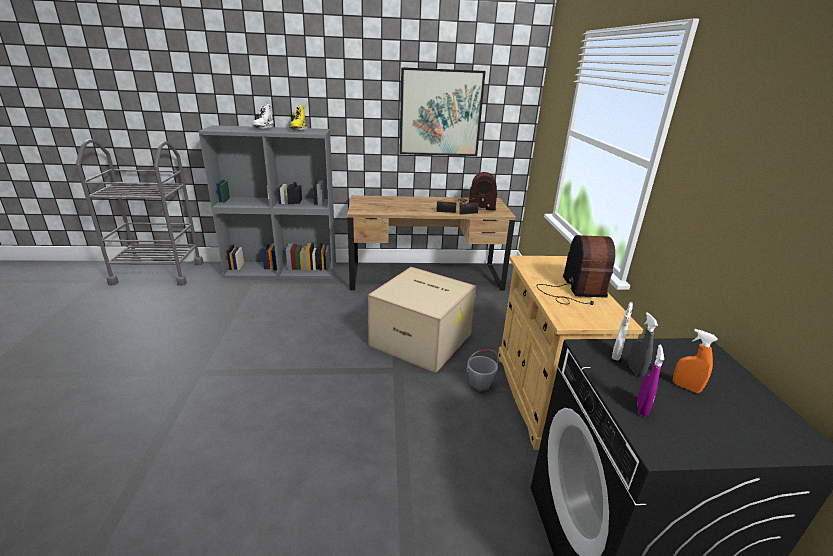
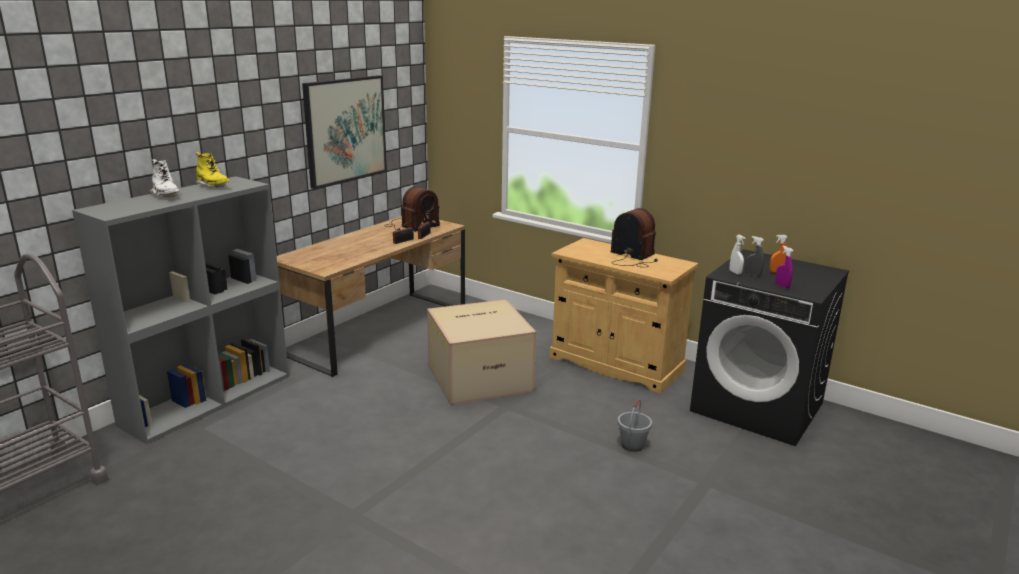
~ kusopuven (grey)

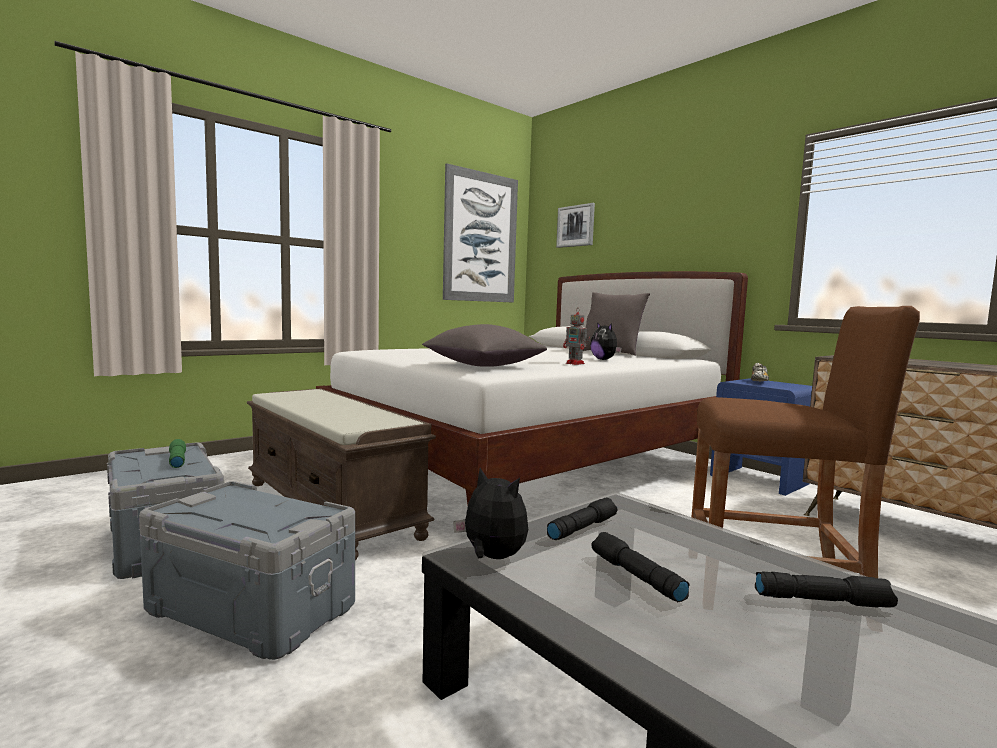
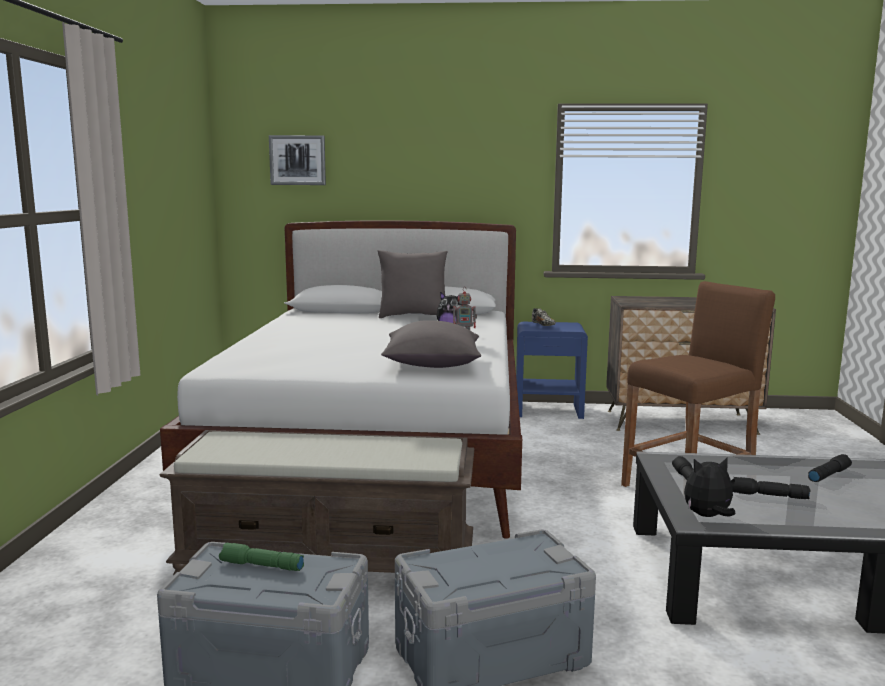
- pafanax (no. 1 from left)

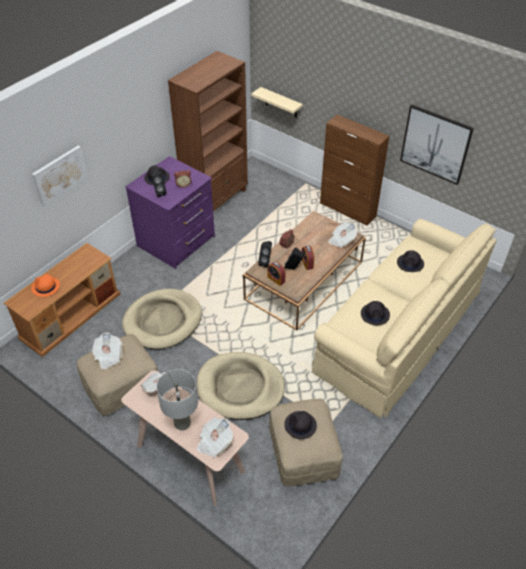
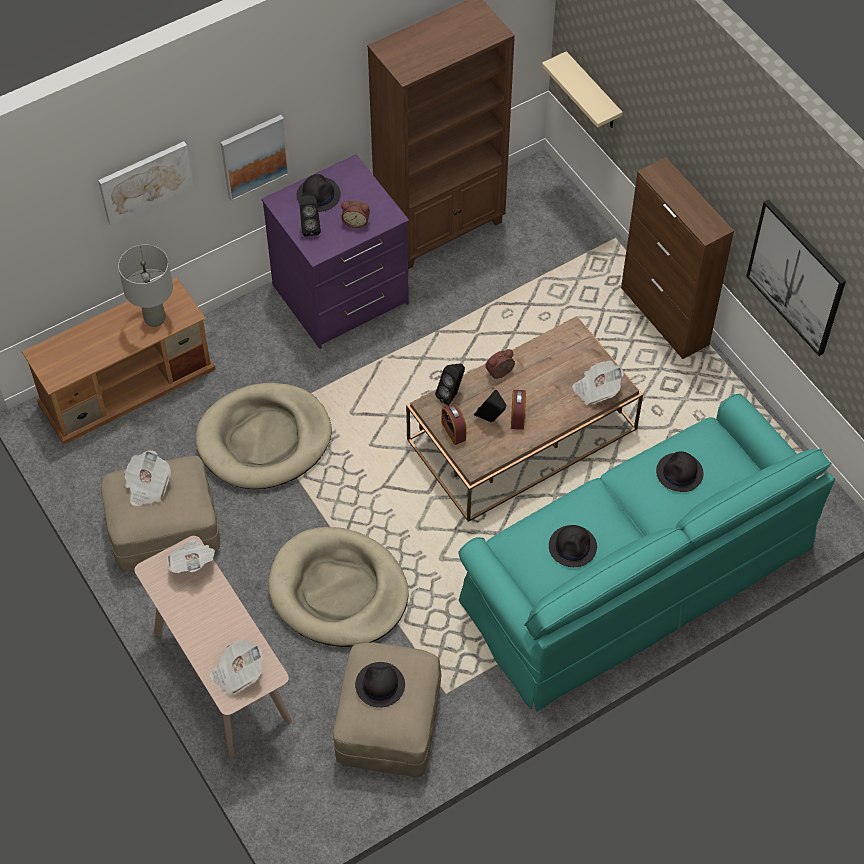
- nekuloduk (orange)
+ pafanax (no. 2 from left)
~ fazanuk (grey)
~ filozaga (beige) to filozaga (turquoise)

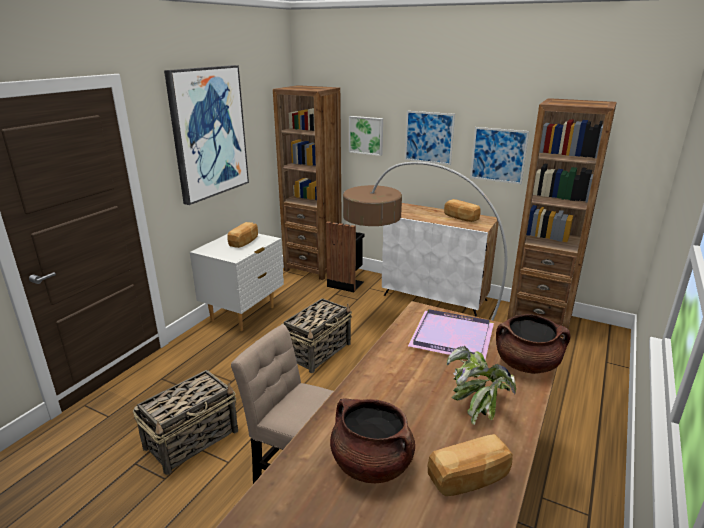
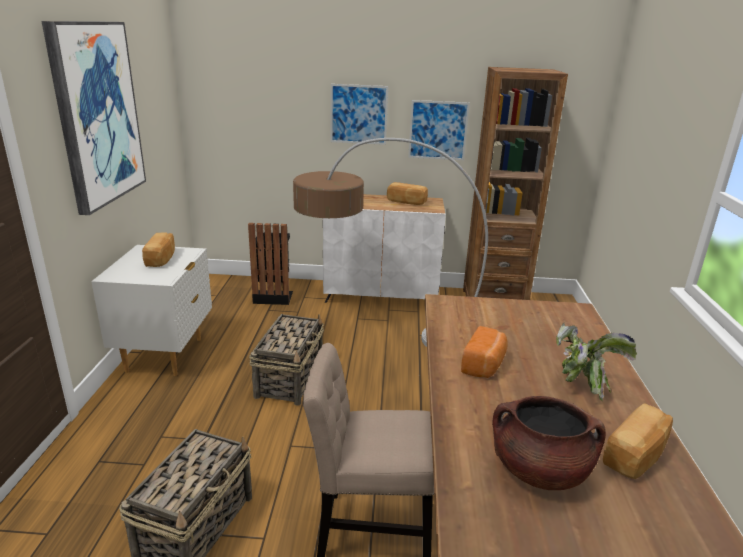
- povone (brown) (no. 1 from left)
- pafanax (no. 2 from left)
- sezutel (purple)
- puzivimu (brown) (no. 2 from left)
+ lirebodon (no. 3 from left)

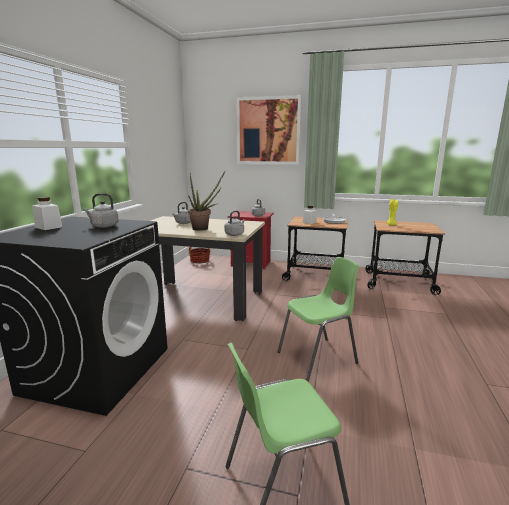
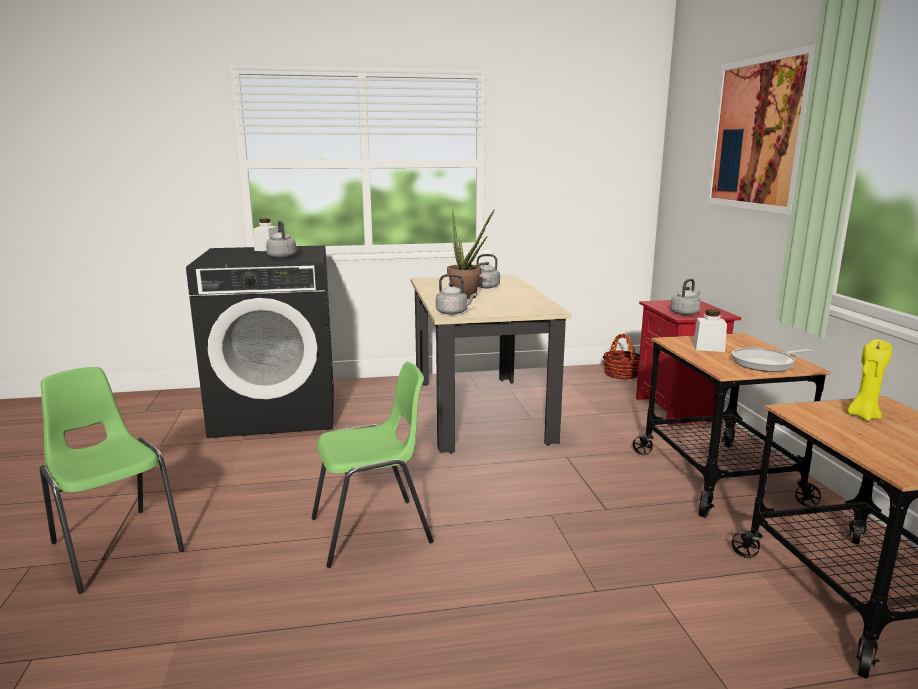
~ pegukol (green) (no. 2 from left) 60 degrees counterclockwise

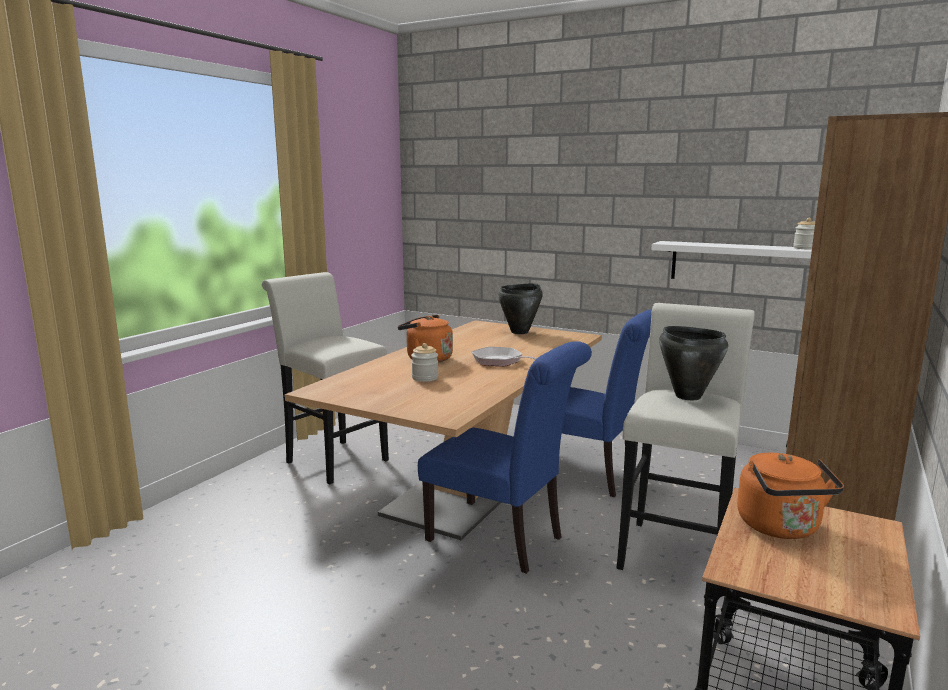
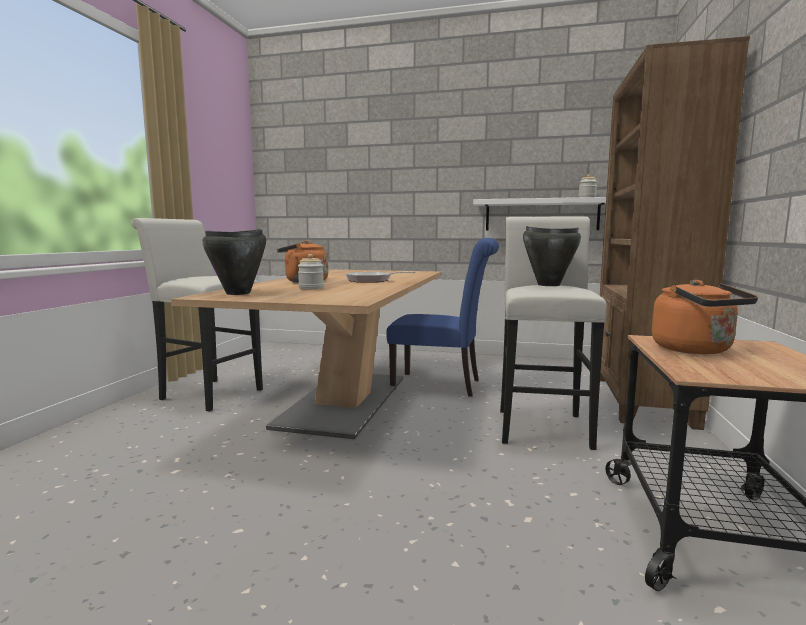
- pegukol (blue) (no. 1 from left)
~ puzivimu (black) (no. 1 from left)

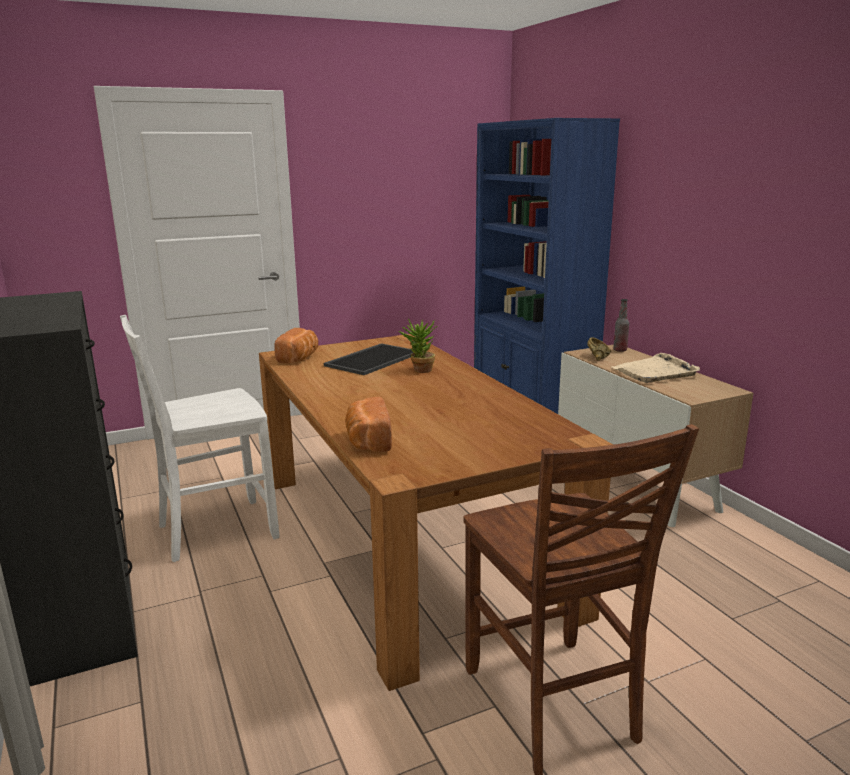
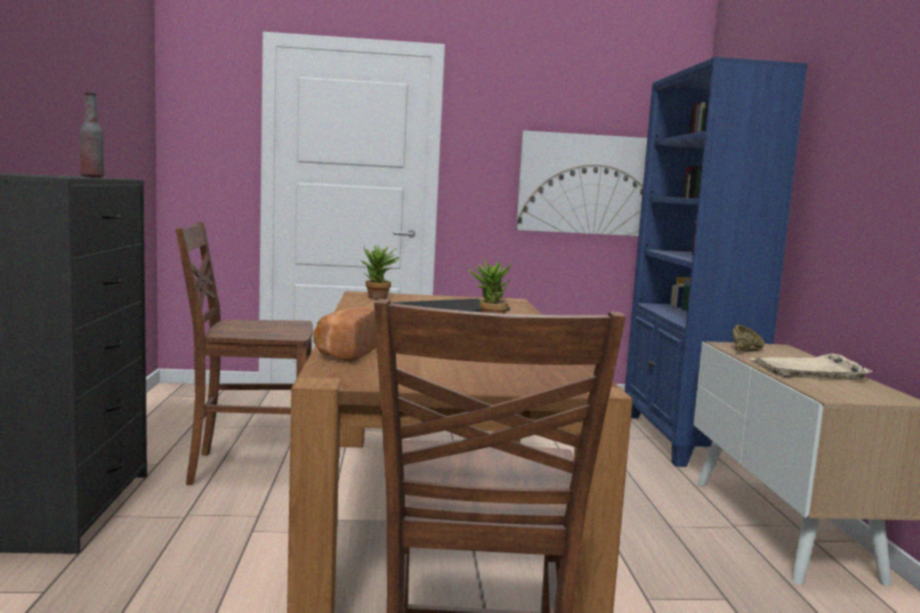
+ pafanax
~ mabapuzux
~ lirebodon (no. 1 from left) to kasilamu (no. 1 from left)
~ pegukol (white) to pegukol (brown) (no. 1 from left)

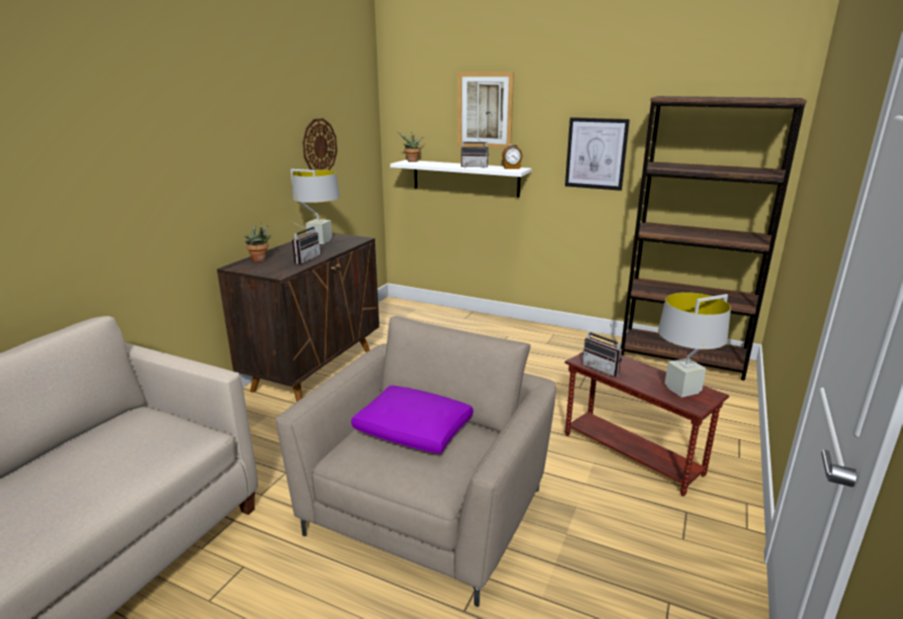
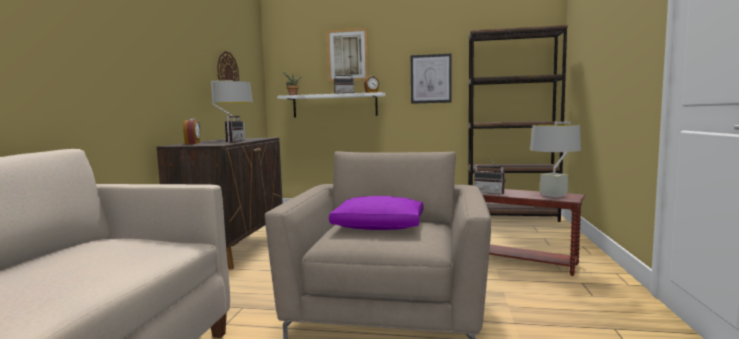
~ kasilamu (no. 1 from left) to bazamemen (no. 1 from left)

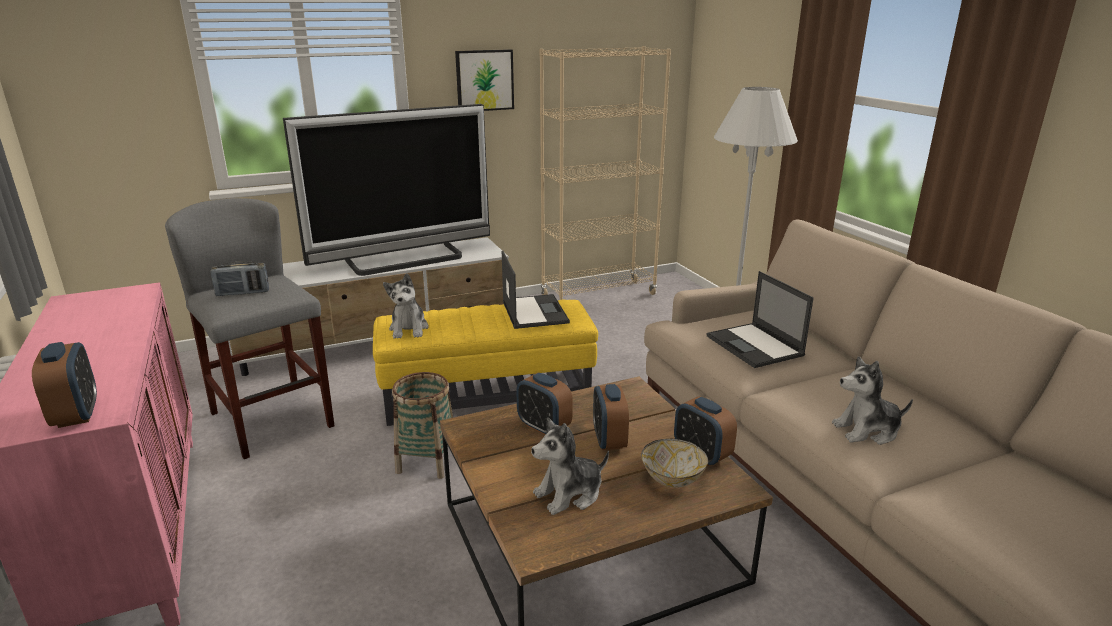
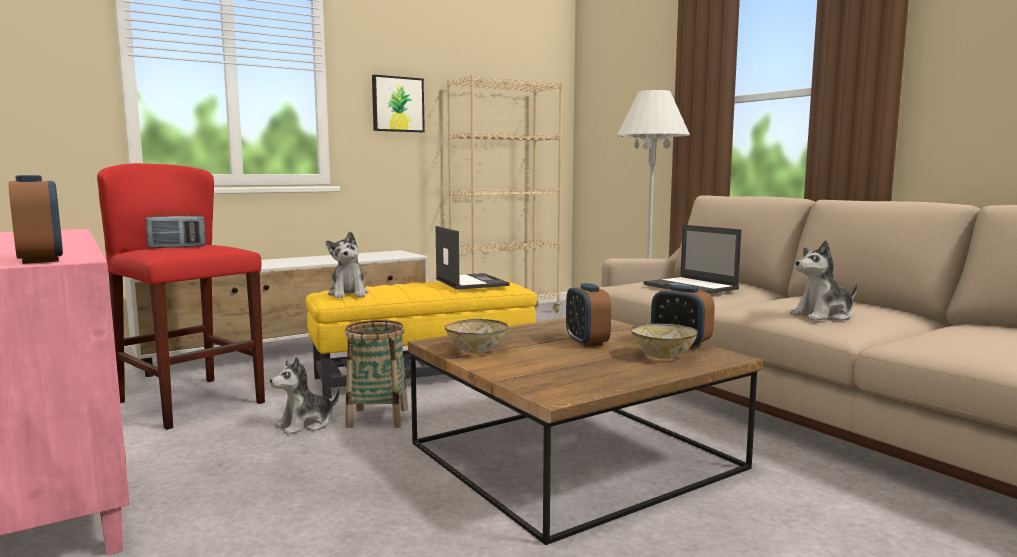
- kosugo
- bazamemen (no. 2 from left)
+ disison (no. 1 from left)
~ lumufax (no. 2 from left in the first image) to lumufax (no. 1 from left)
~ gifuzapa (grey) to gifuzapa (red)

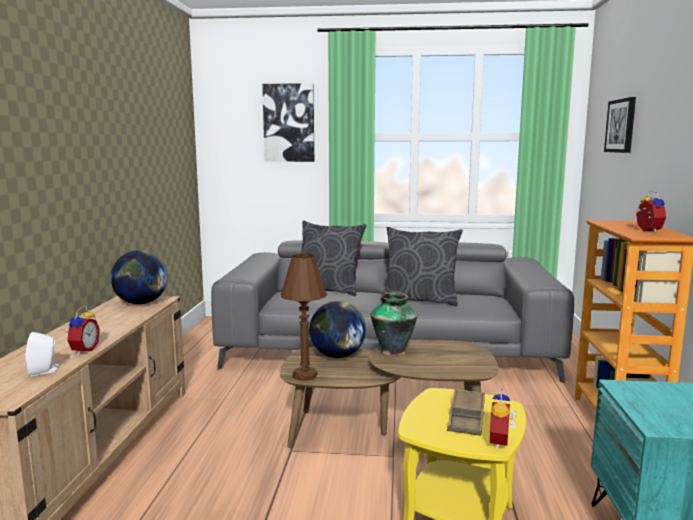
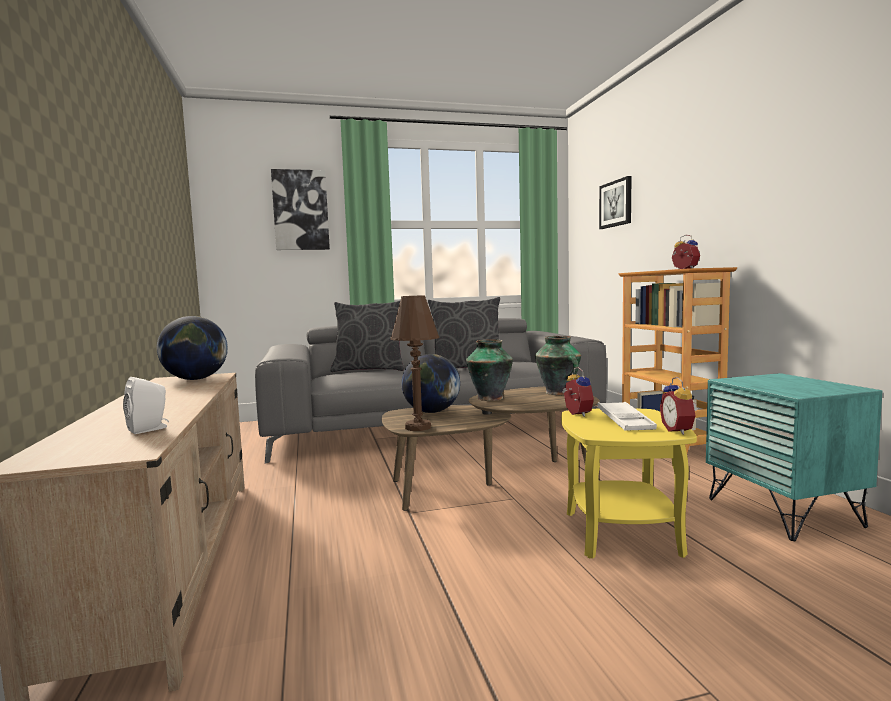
+ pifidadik (no. 2 from left)
~ bazamemen (no. 1 from left)
~ sezutel (brown) to sezutel (white)

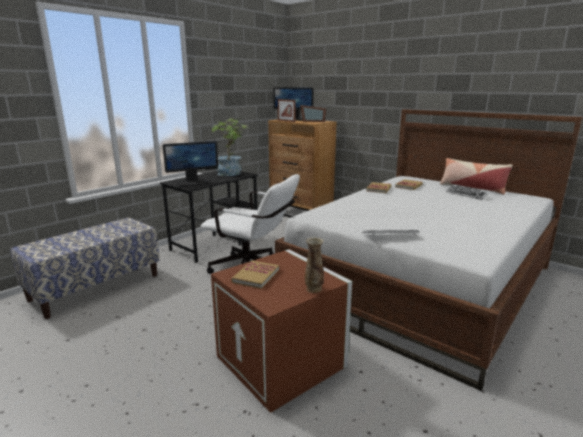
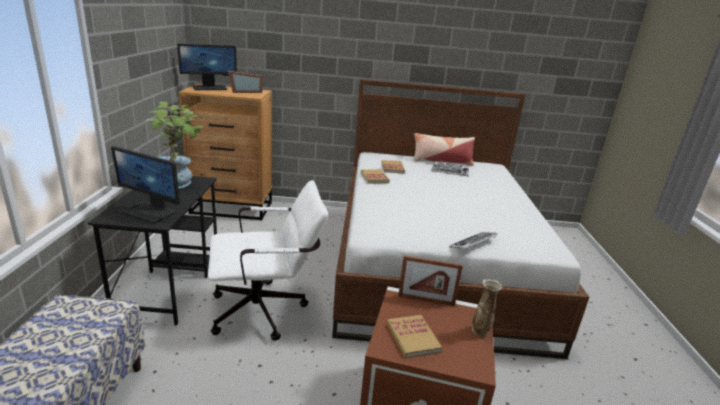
~ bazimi (no. 1 from left in the first image) to bazimi (no. 2 from left)
~ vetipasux (no. 1 from left) 90 degrees clockwise

